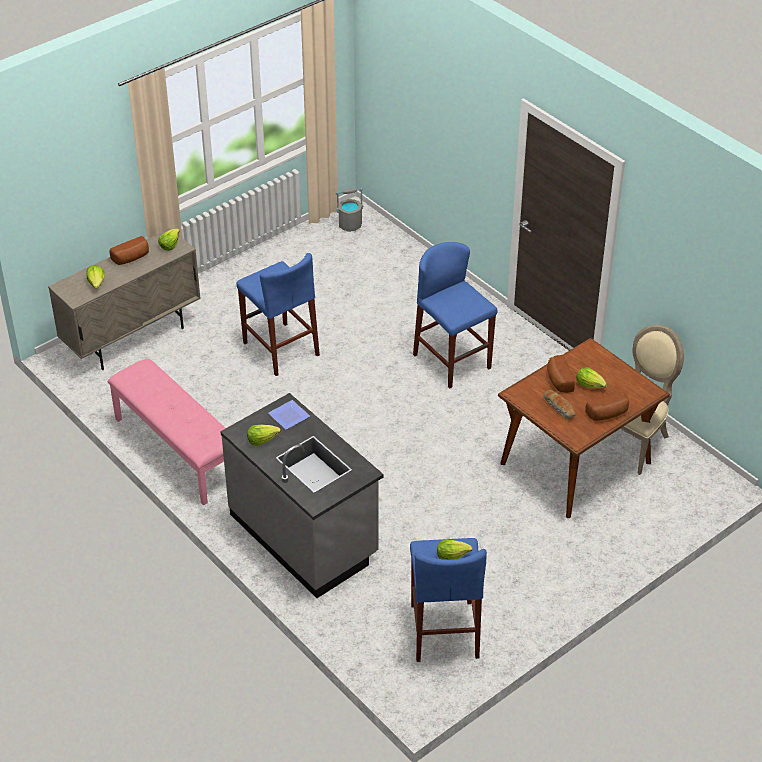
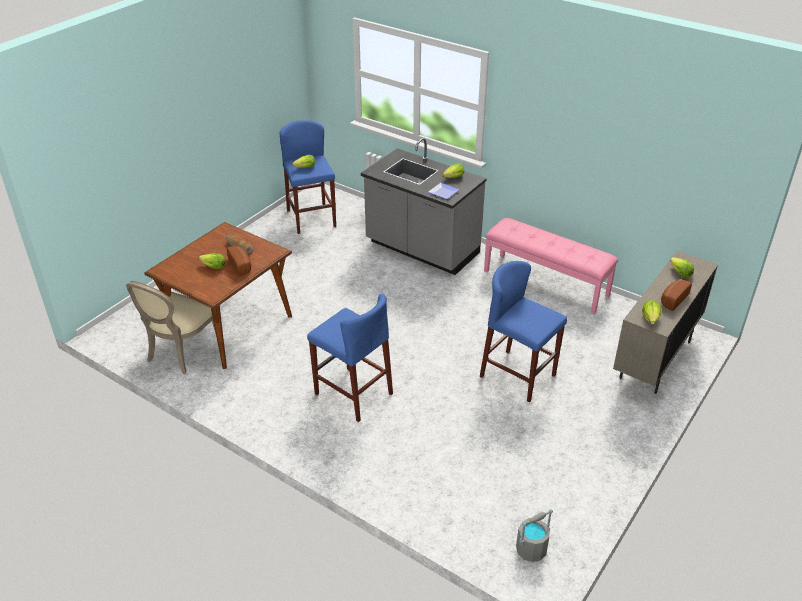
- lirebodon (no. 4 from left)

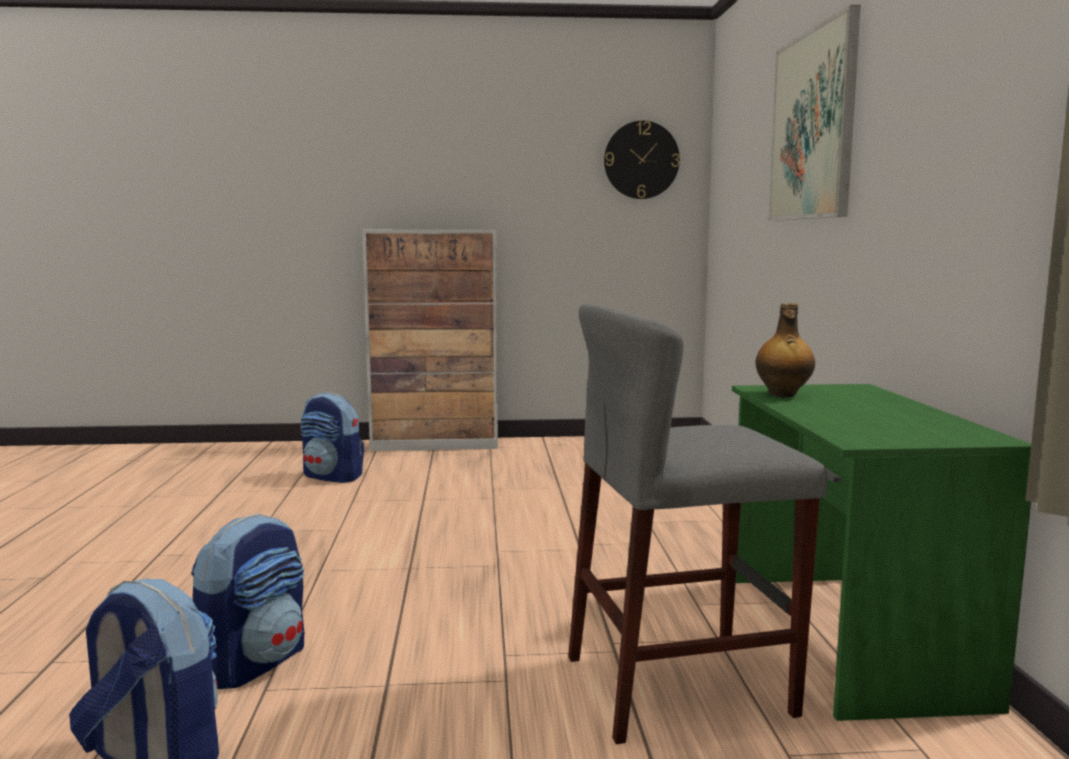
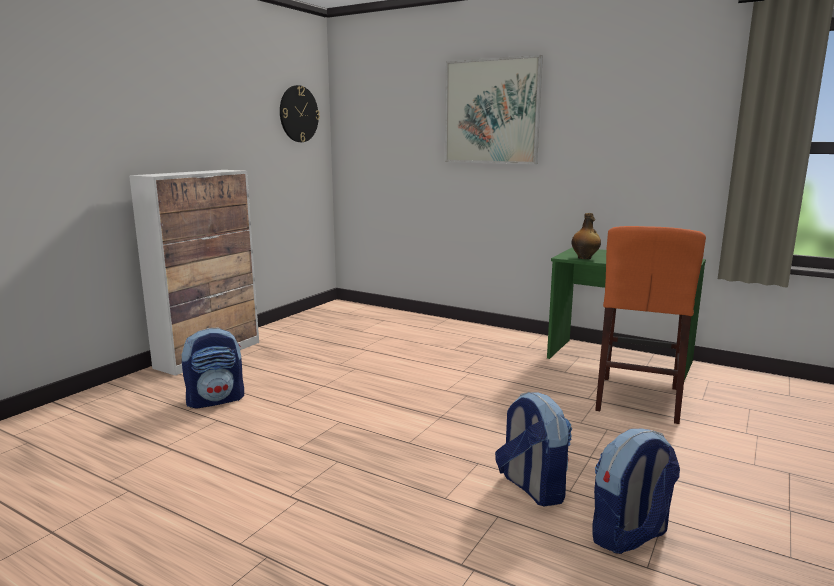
~ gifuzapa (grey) to gifuzapa (orange)

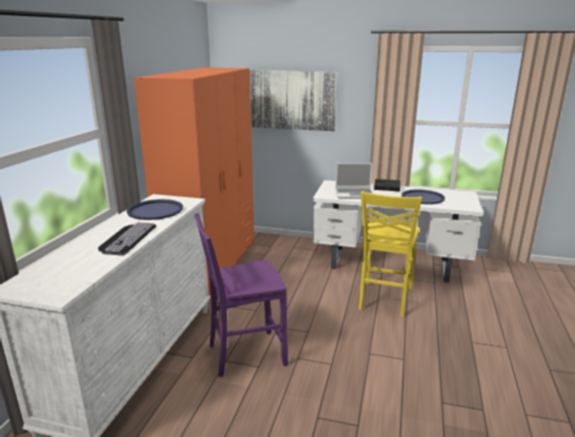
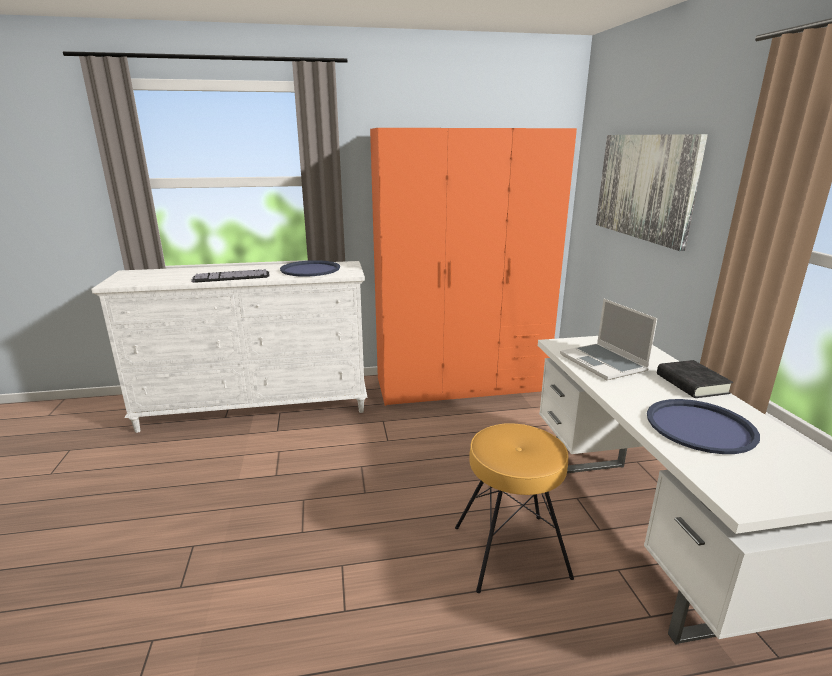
- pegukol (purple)
~ pegukol (yellow) to gifuzapa (brown)

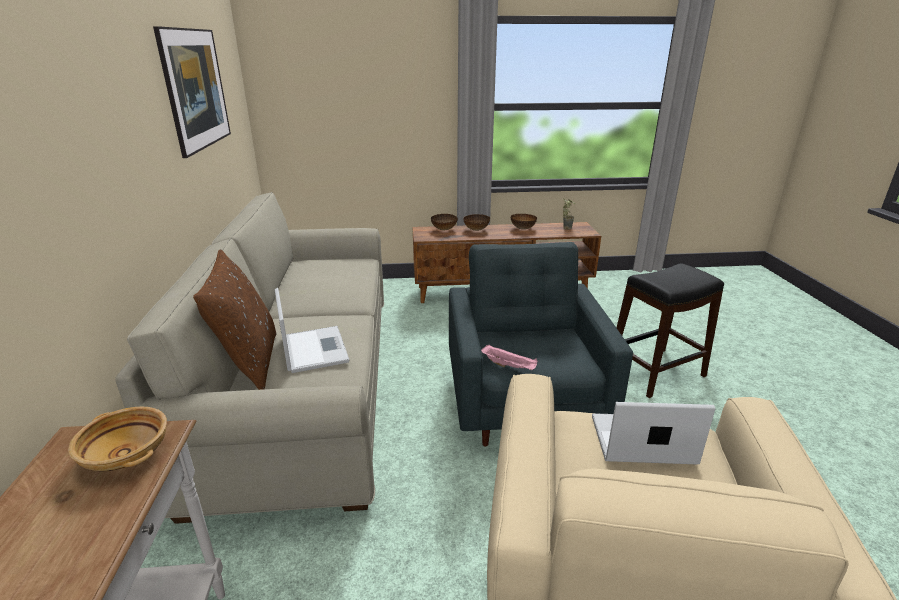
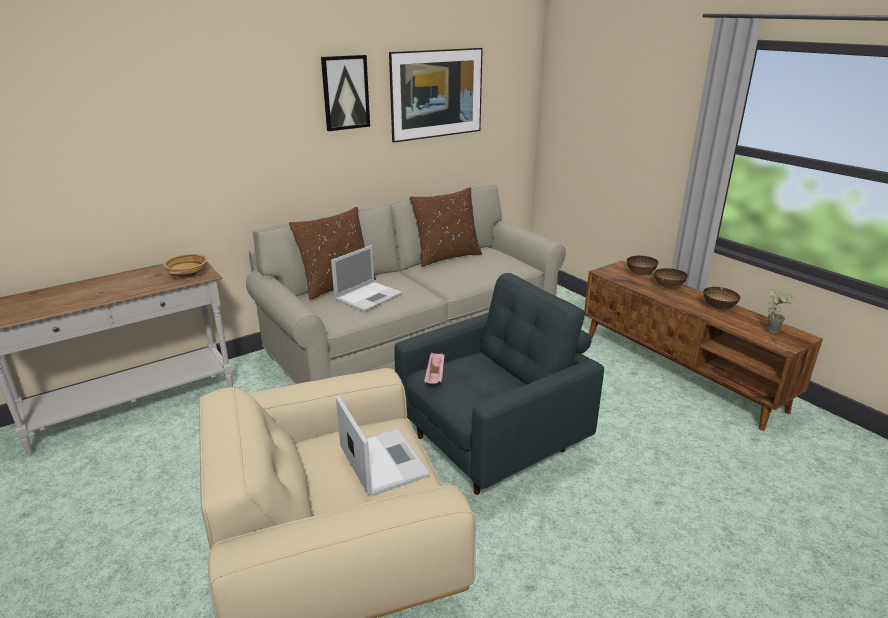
- gifuzapa (black)
+ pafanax (no. 1 from left)
+ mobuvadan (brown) (no. 2 from left)

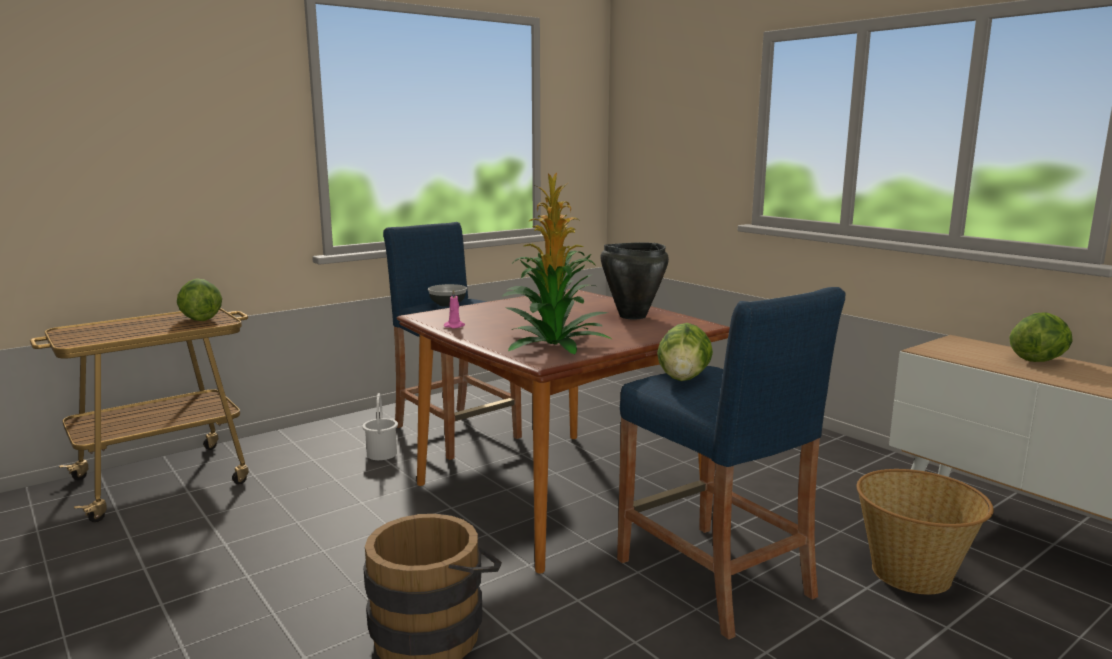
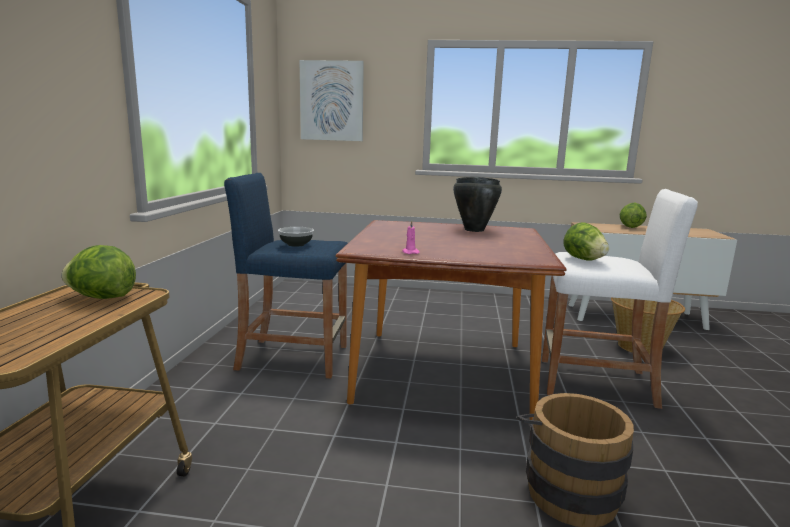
- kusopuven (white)
- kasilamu
+ pafanax
~ gifuzapa (blue) (no. 2 from left) to gifuzapa (white)

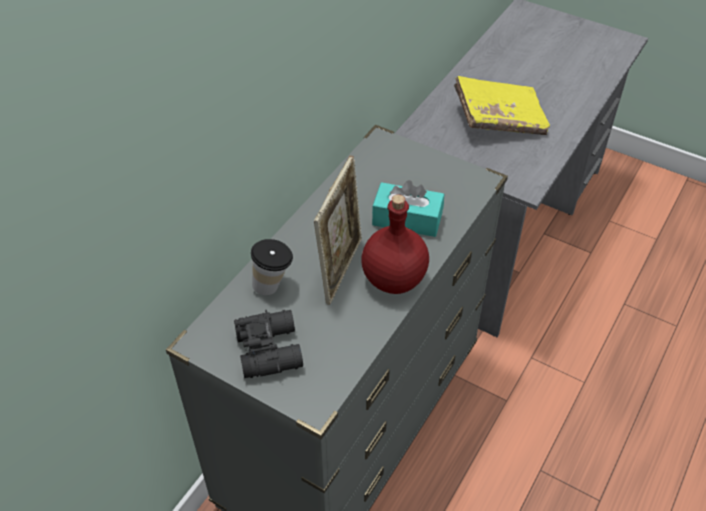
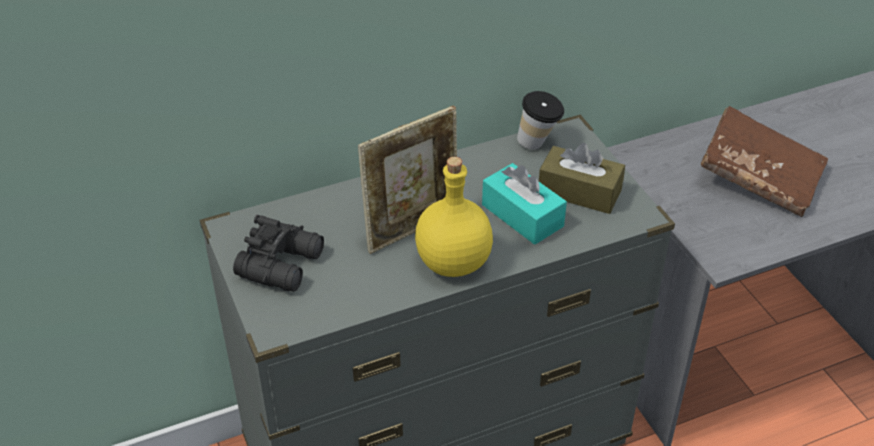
+ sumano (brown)
~ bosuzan
~ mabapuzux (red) to mabapuzux (yellow)
~ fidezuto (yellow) to fidezuto (brown)

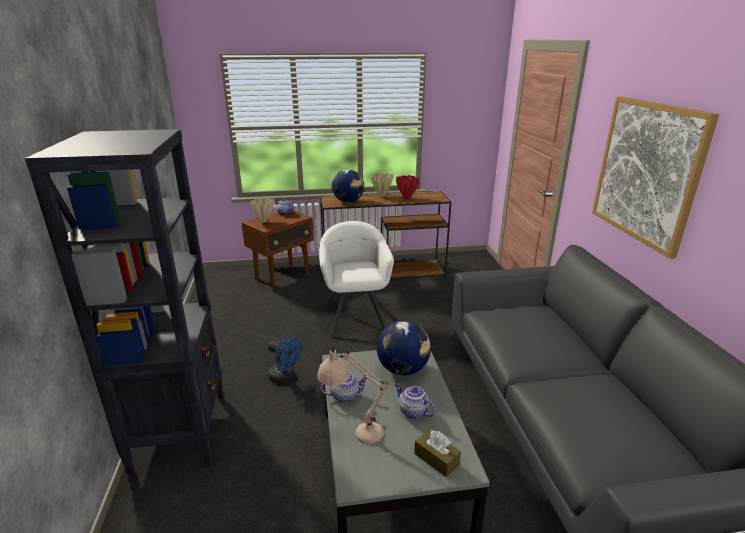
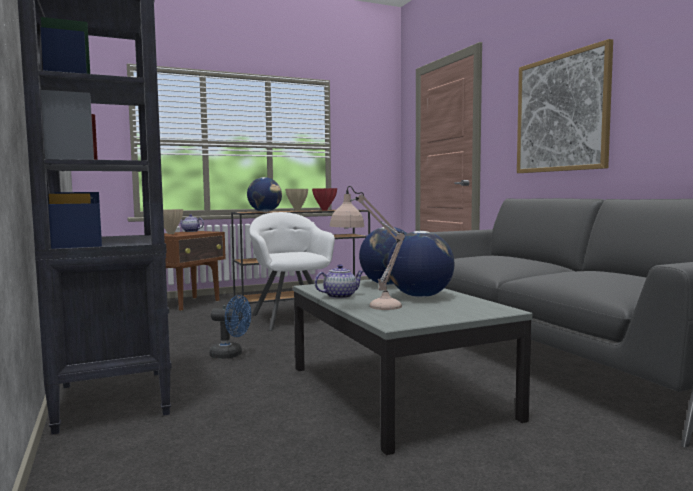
- sumano (brown)
~ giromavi (no. 3 from left) to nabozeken (no. 3 from left)

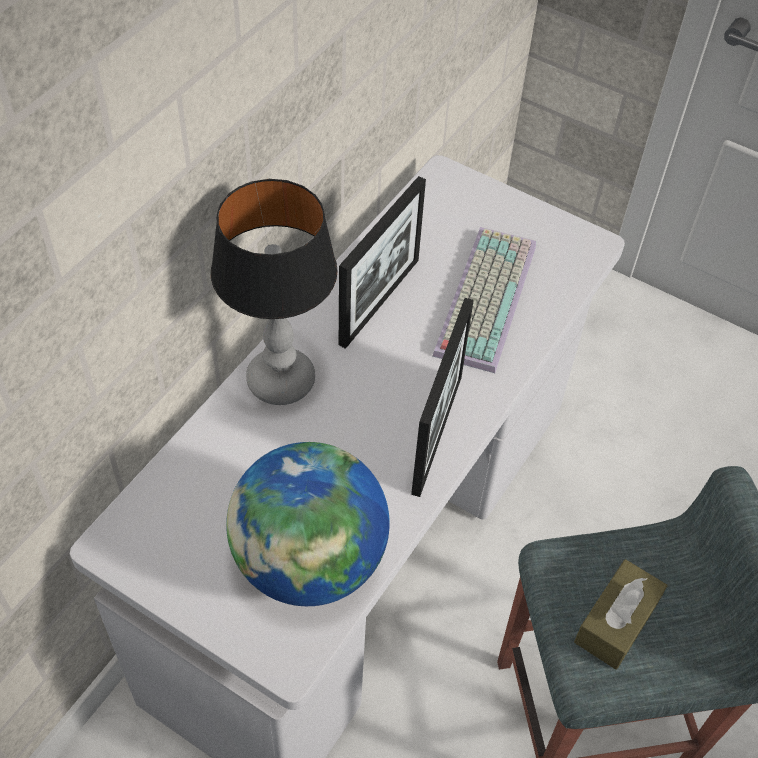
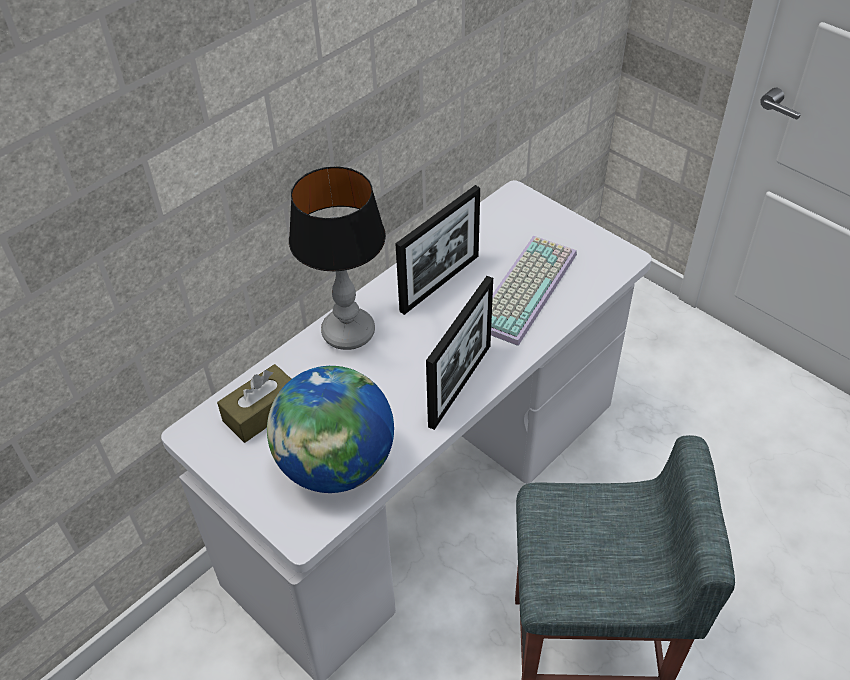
~ sumano (brown)

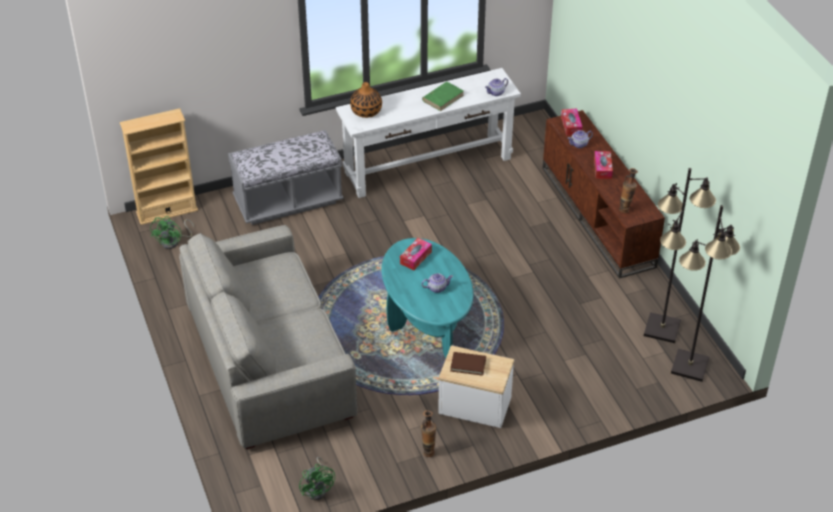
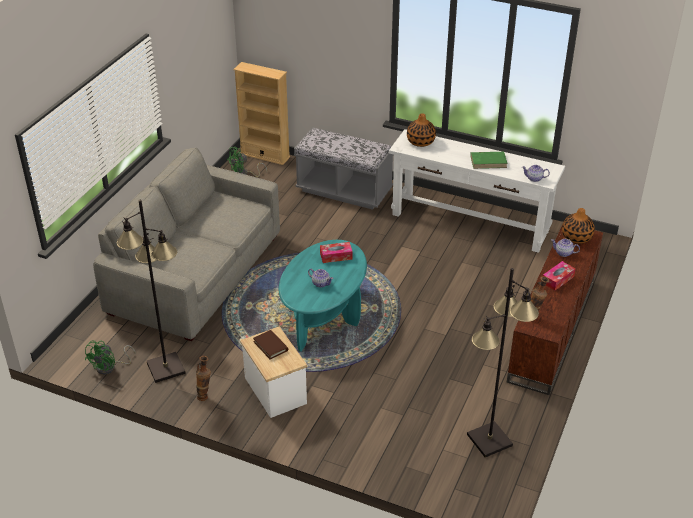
~ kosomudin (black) (no. 2 from left in the first image) to kosomudin (black) (no. 1 from left)
~ sumano (no. 2 from left) to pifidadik (no. 4 from left)

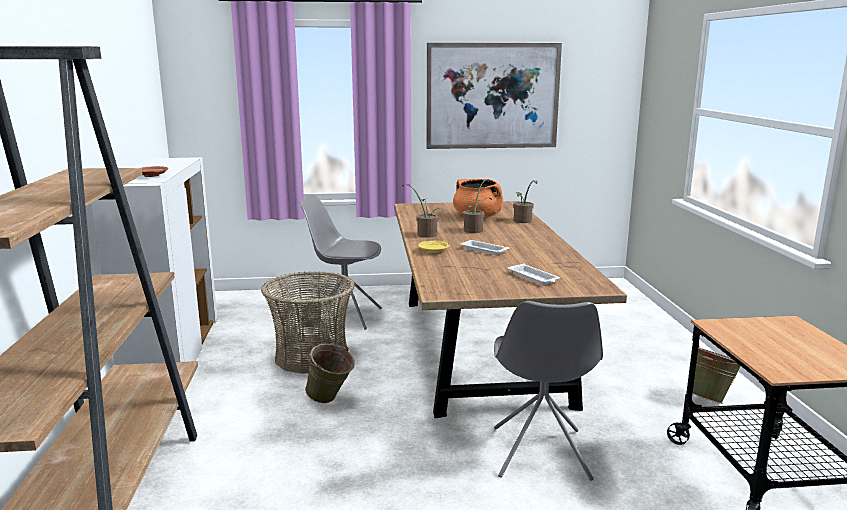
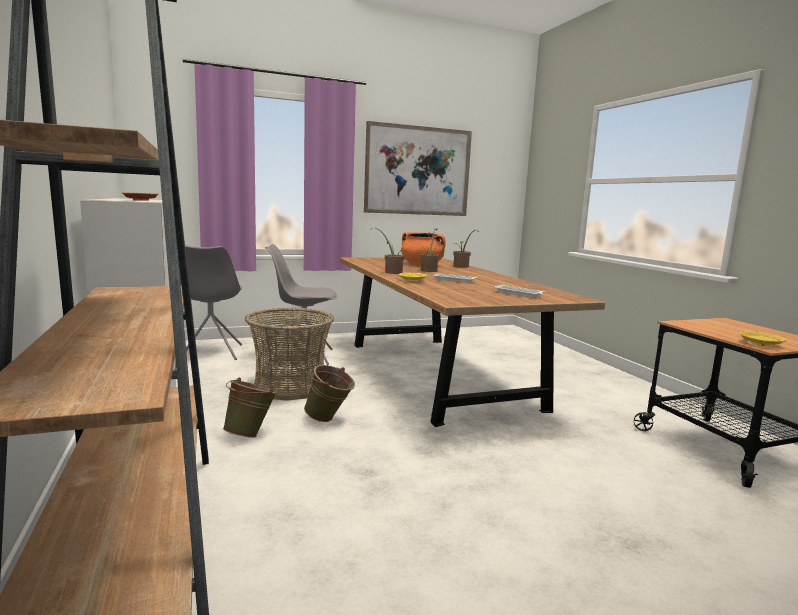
+ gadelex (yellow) (no. 2 from left)
~ pegukol (grey) (no. 2 from left in the first image) to pegukol (grey) (no. 1 from left)
~ kusopuven (green) (no. 2 from left in the first image) to kusopuven (green) (no. 1 from left)

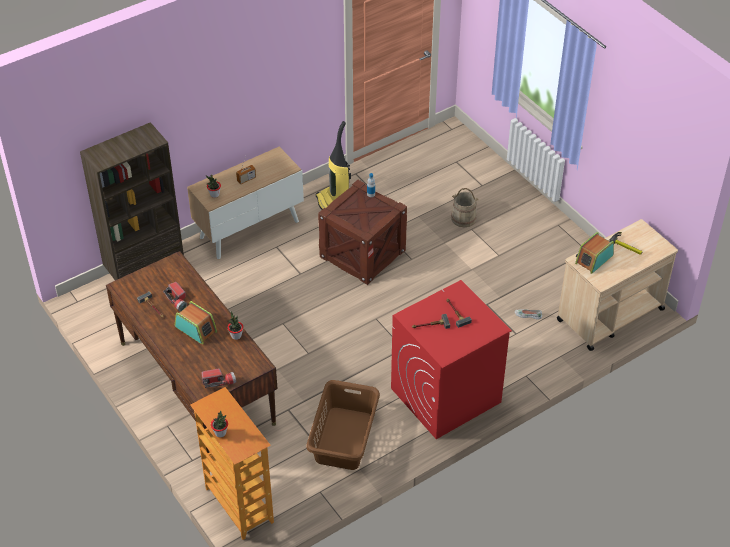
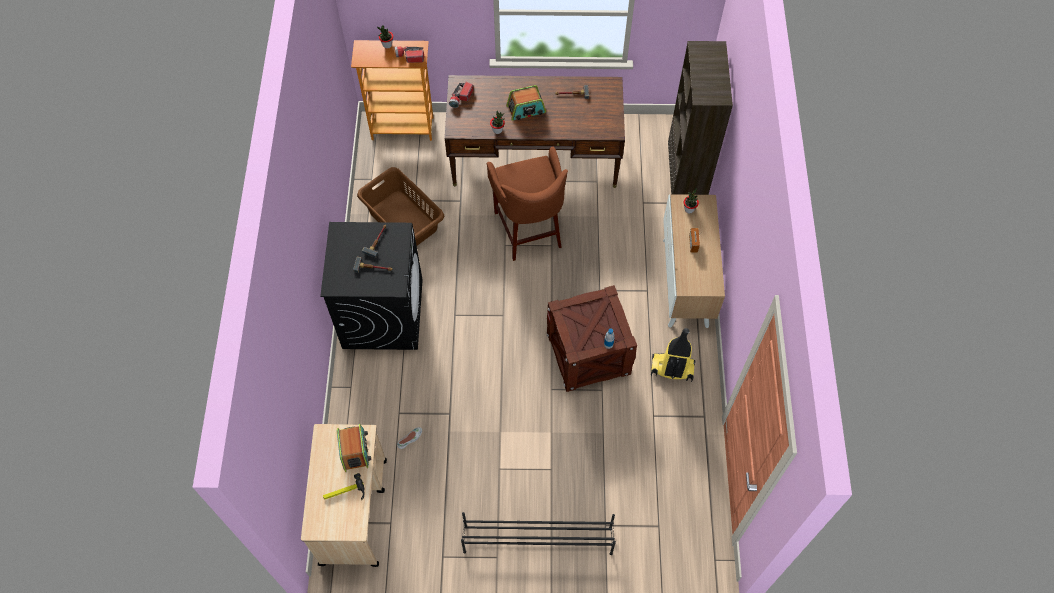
- kusopuven (beige)
+ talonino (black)
+ gifuzapa (brown)
~ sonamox (no. 1 from left)
~ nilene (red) to nilene (black)

